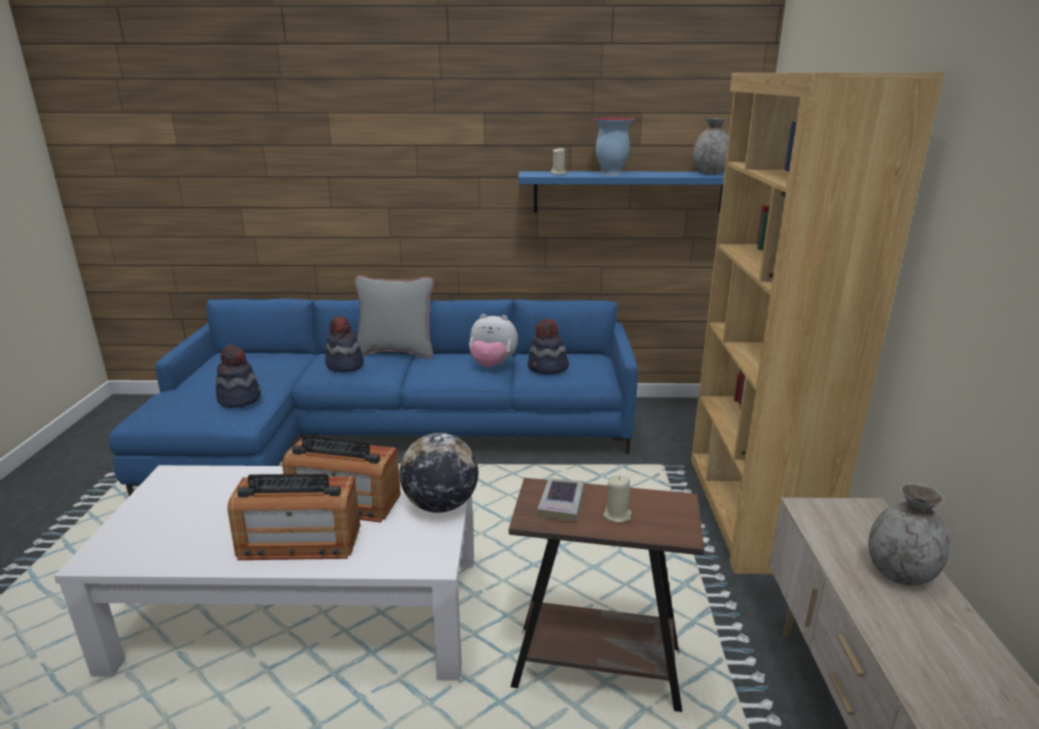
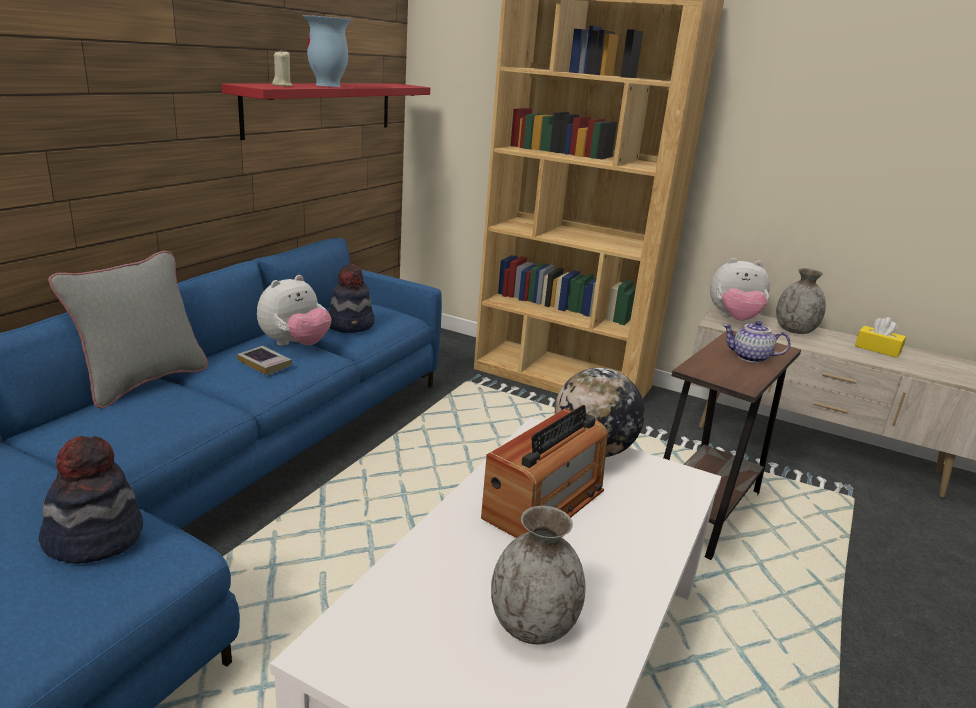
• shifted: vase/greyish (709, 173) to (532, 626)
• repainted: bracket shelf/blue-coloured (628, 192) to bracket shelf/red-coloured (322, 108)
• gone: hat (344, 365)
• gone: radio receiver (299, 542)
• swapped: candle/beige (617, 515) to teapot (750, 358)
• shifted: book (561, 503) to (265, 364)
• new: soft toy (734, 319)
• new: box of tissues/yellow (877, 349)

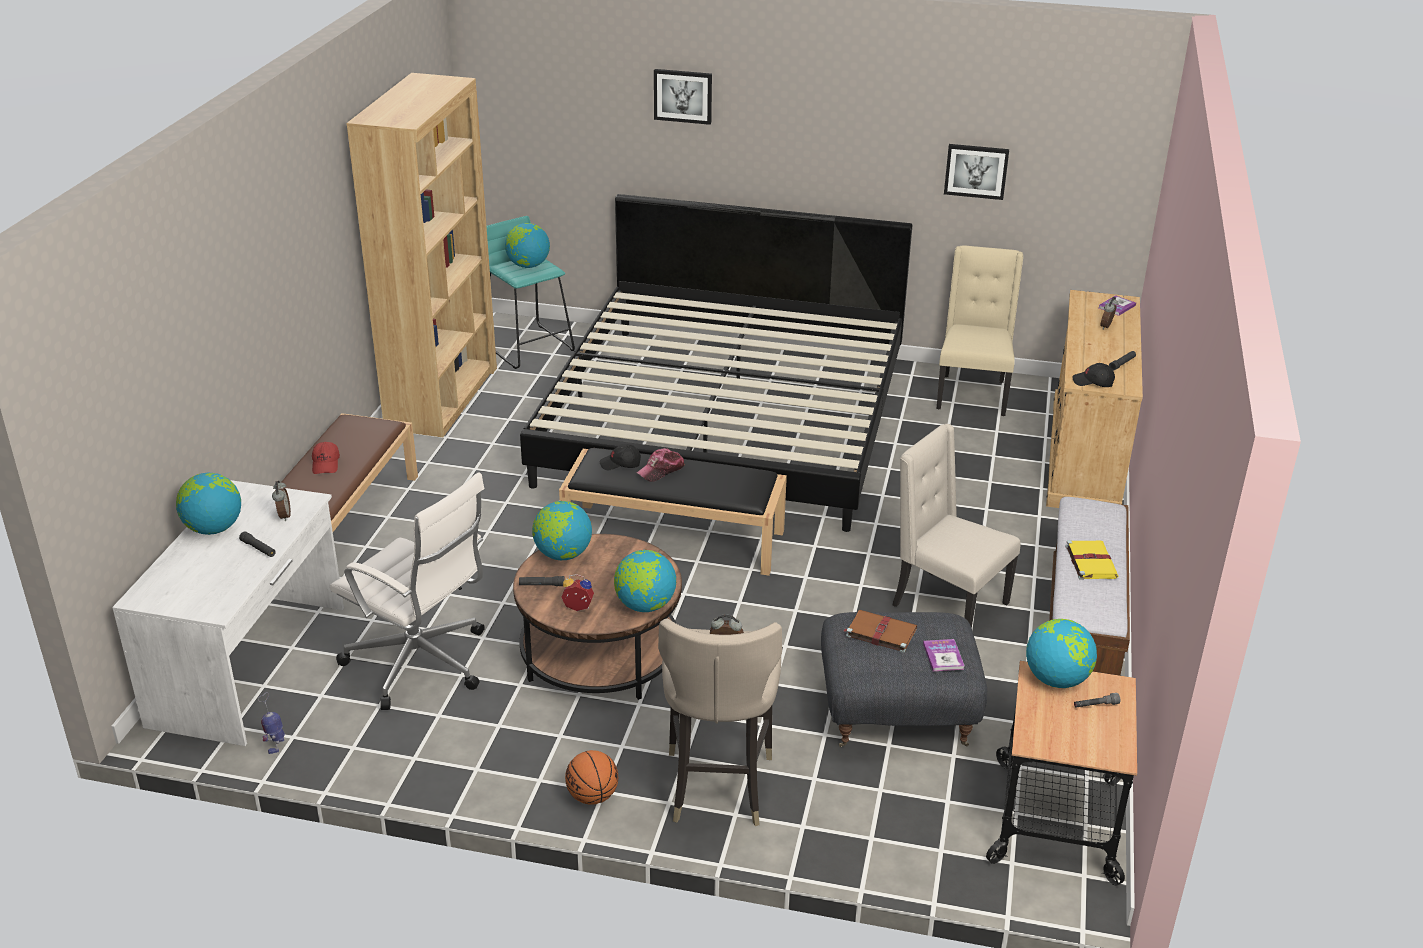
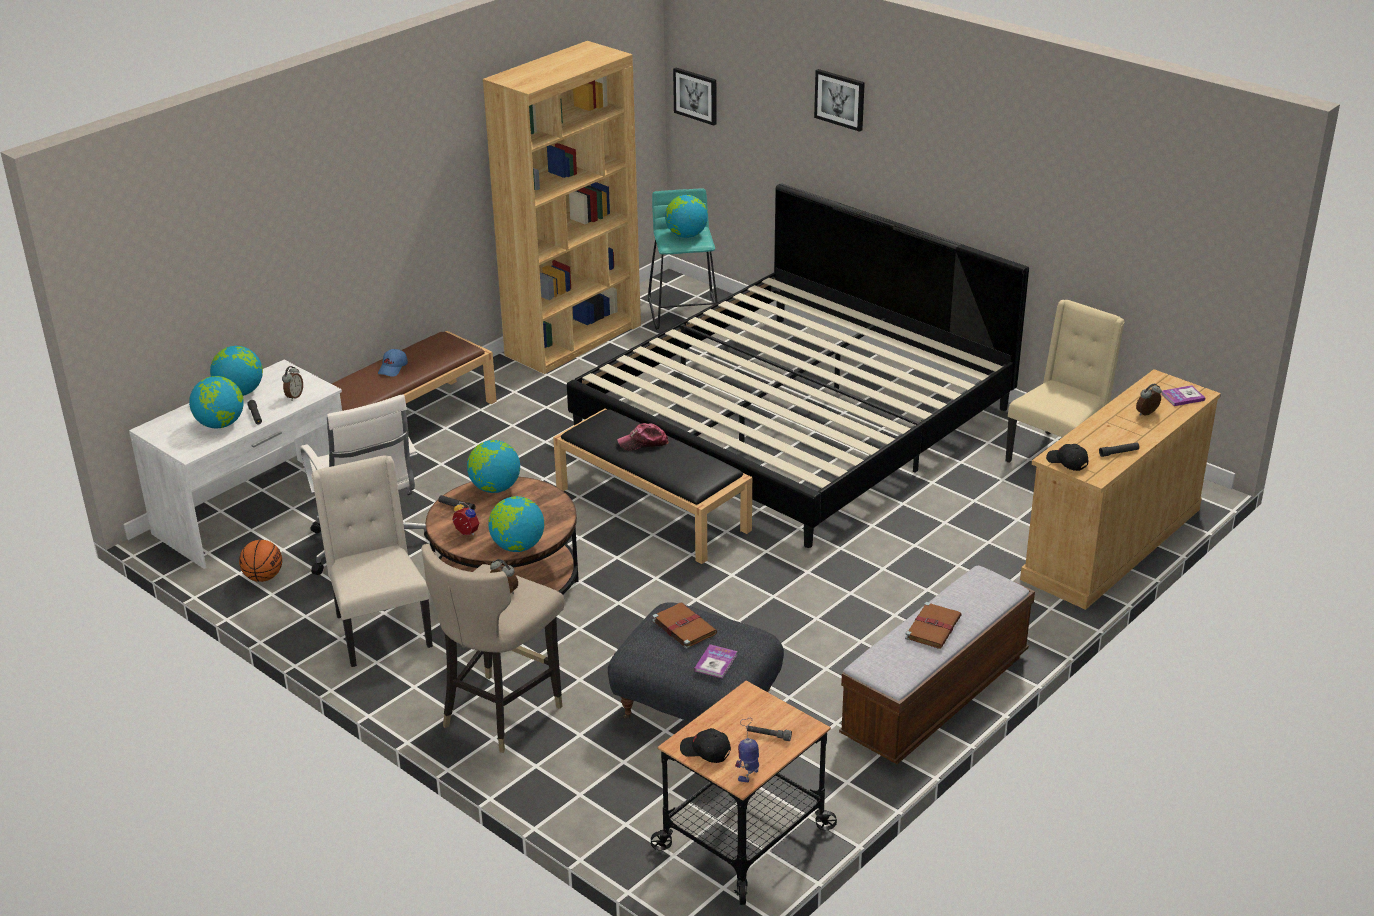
• shifted: wall picture (976, 171) to (696, 95)
• shifted: upright chair/beige (947, 605) to (381, 631)
• repainted: peaked cap/red-coloured (326, 464) to peaked cap/blue-coloured (393, 368)
• shifted: peaked cap/black-coloured (620, 464) to (705, 752)
• repainted: book/yellow (1090, 561) to book/brownish (933, 627)
• shifted: globe (1056, 679) to (221, 424)
• shifted: toy robot (276, 744) to (749, 773)
• shifted: ball for basketball (592, 796) to (263, 577)

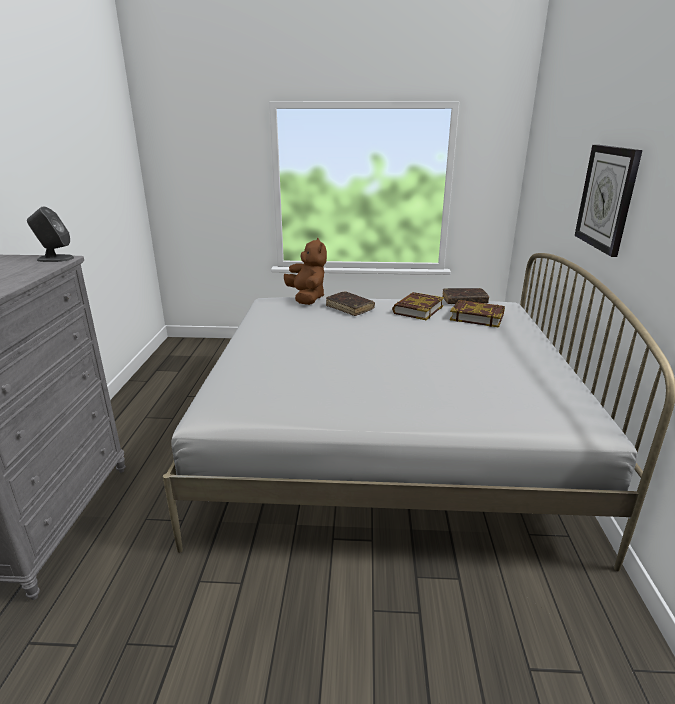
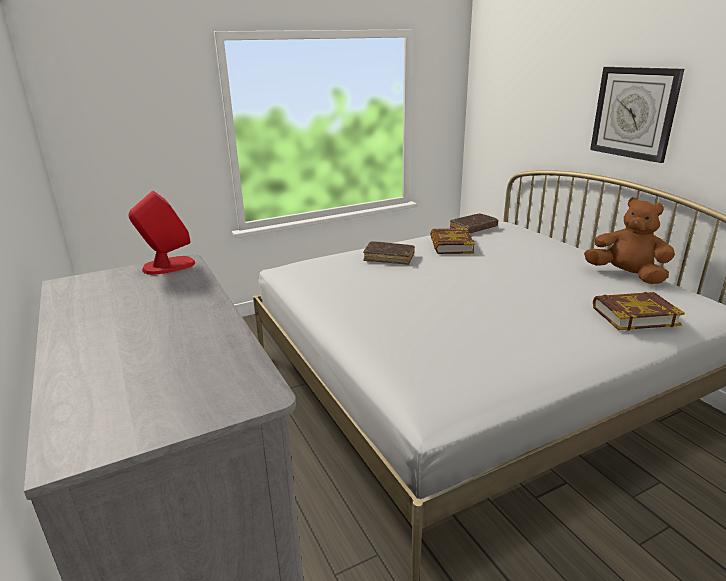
• repainted: loudspeaker/greyish (55, 258) to loudspeaker/red-coloured (168, 266)
• shifted: soft toy/brownish (307, 298) to (626, 275)
• shifted: book (477, 317) to (634, 315)

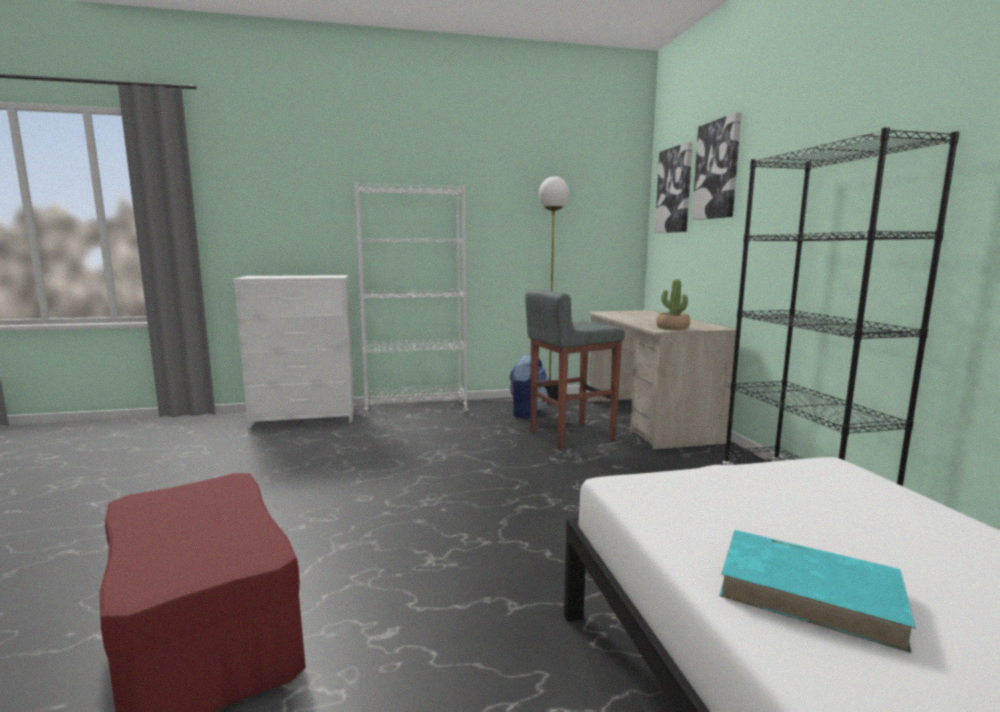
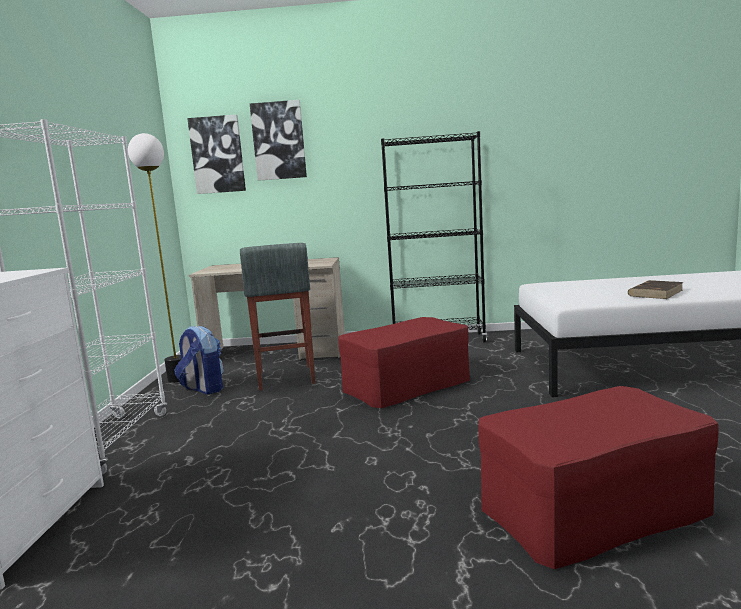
• gone: plant in a pot (672, 328)
• repainted: book/turquoise-coloured (811, 591) to book/brownish (655, 293)
• new: pouffe/red-coloured (406, 384)

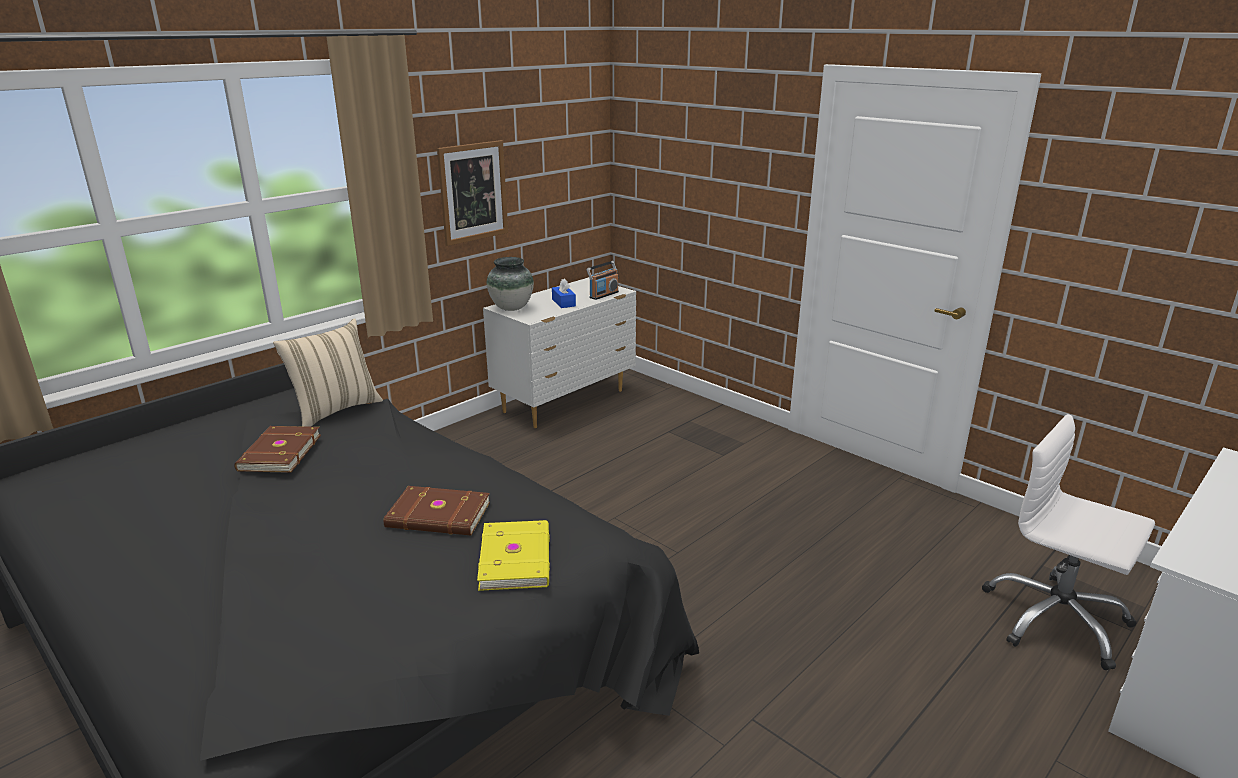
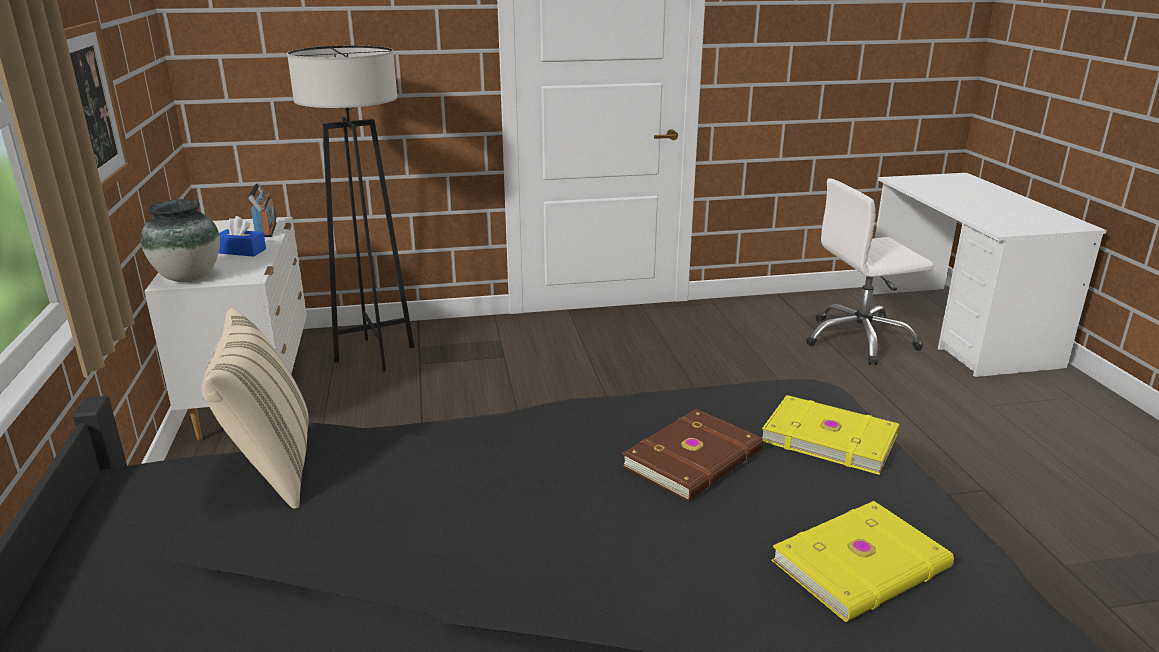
• gone: book/brownish (278, 453)
• new: standard lamp/greyish (375, 354)
• new: book/yellow (863, 566)

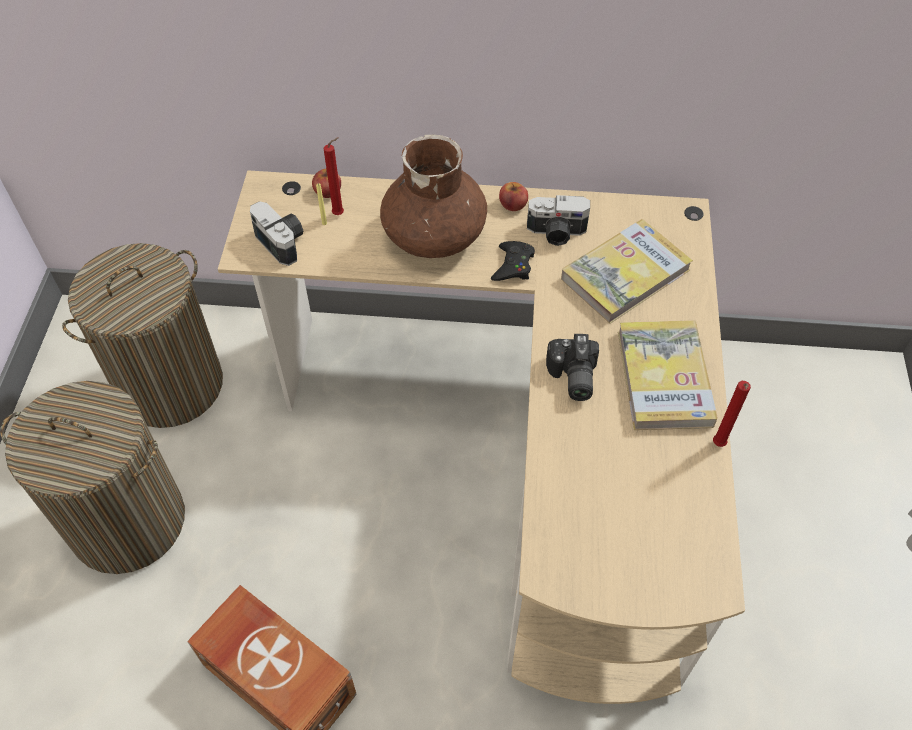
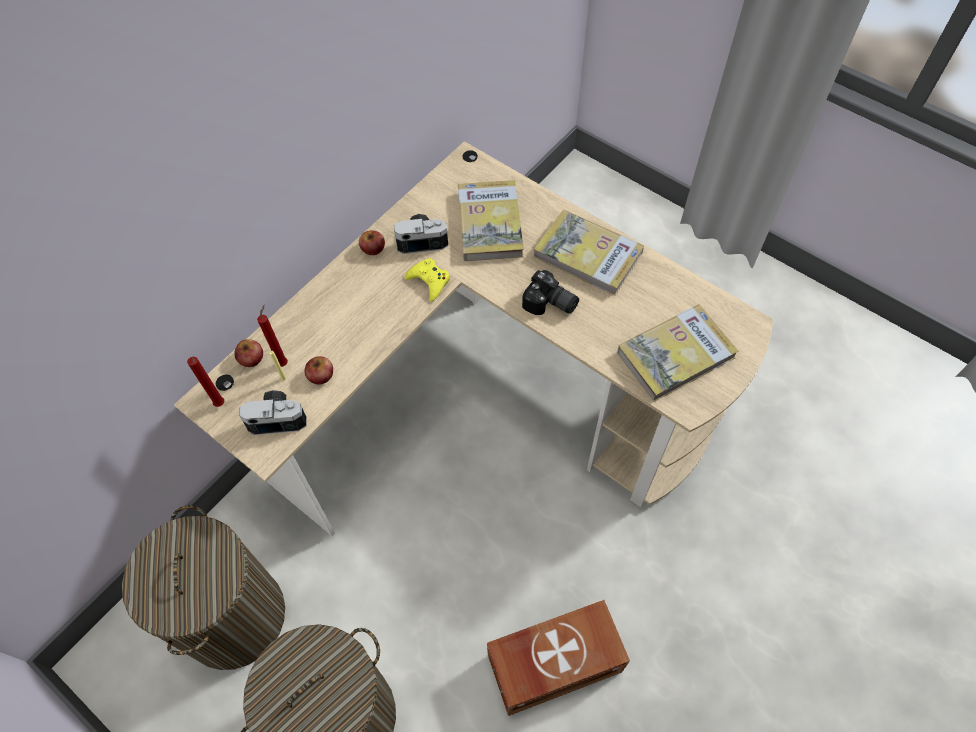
• gone: vase/brownish (435, 235)
• rotated: photo camera (556, 233) = (422, 239) 135 degrees counterclockwise
• repainted: game controller/black-coloured (513, 265) to game controller/yellow (429, 281)
• shifted: candle/red-coloured (718, 445) to (221, 405)
• new: book (675, 355)
• new: whole apple (320, 375)

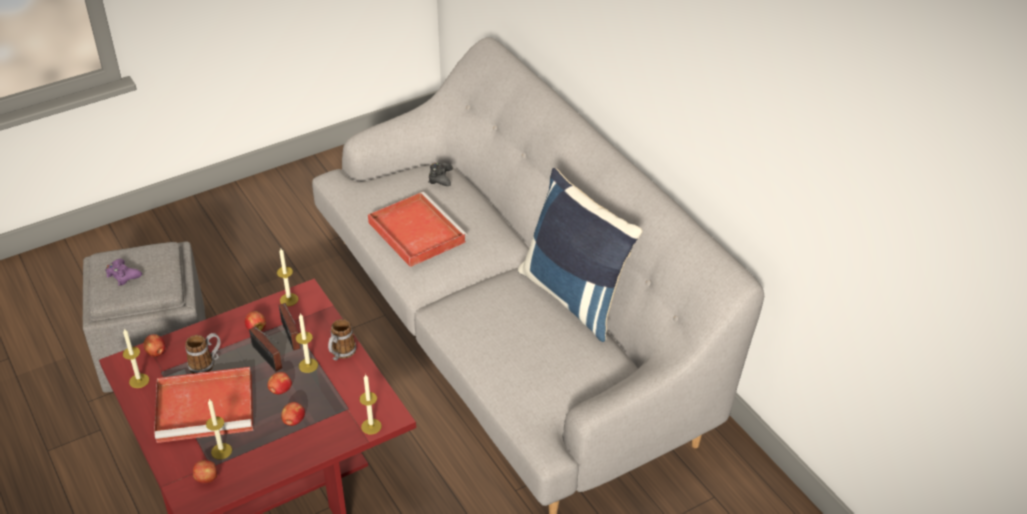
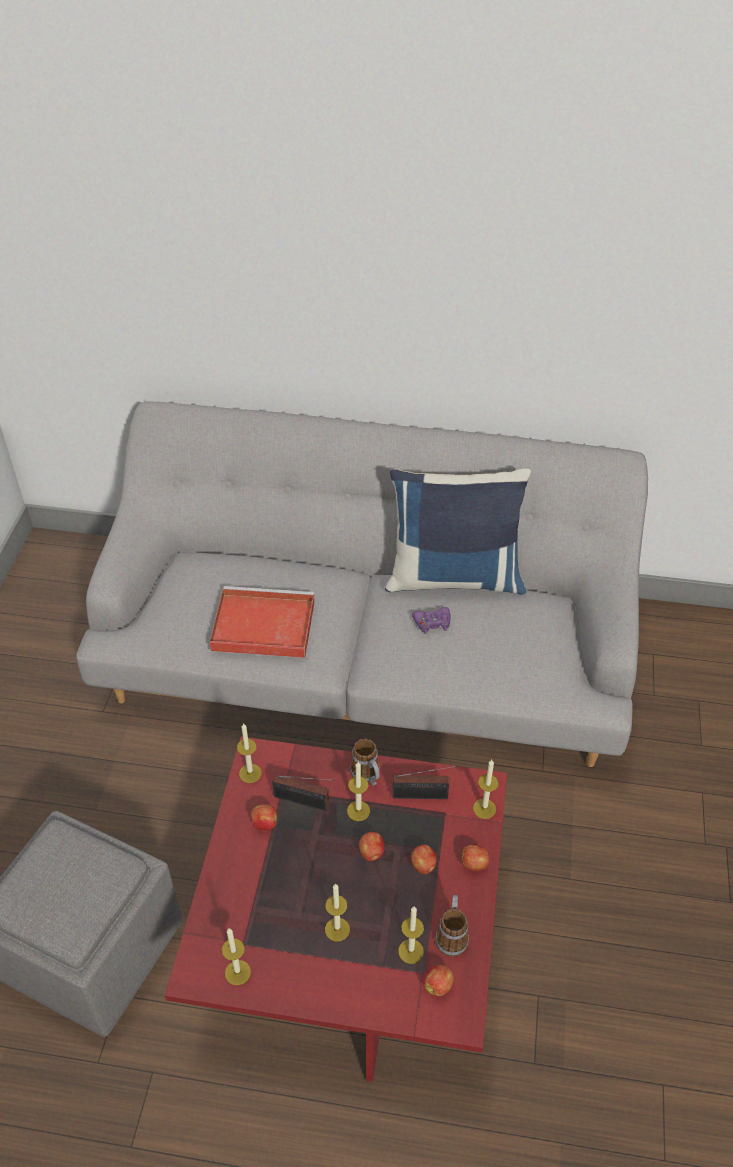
• gone: game controller/black-coloured (440, 178)
• shifted: game controller/purplish (123, 275) to (432, 623)
• shifted: radio receiver (268, 358) to (423, 795)
• shifted: tea mug (206, 364) to (451, 934)
• shifted: whole apple (156, 353) to (474, 864)
• swapped: carrying tray/red-coloured (207, 407) to candle (337, 929)

